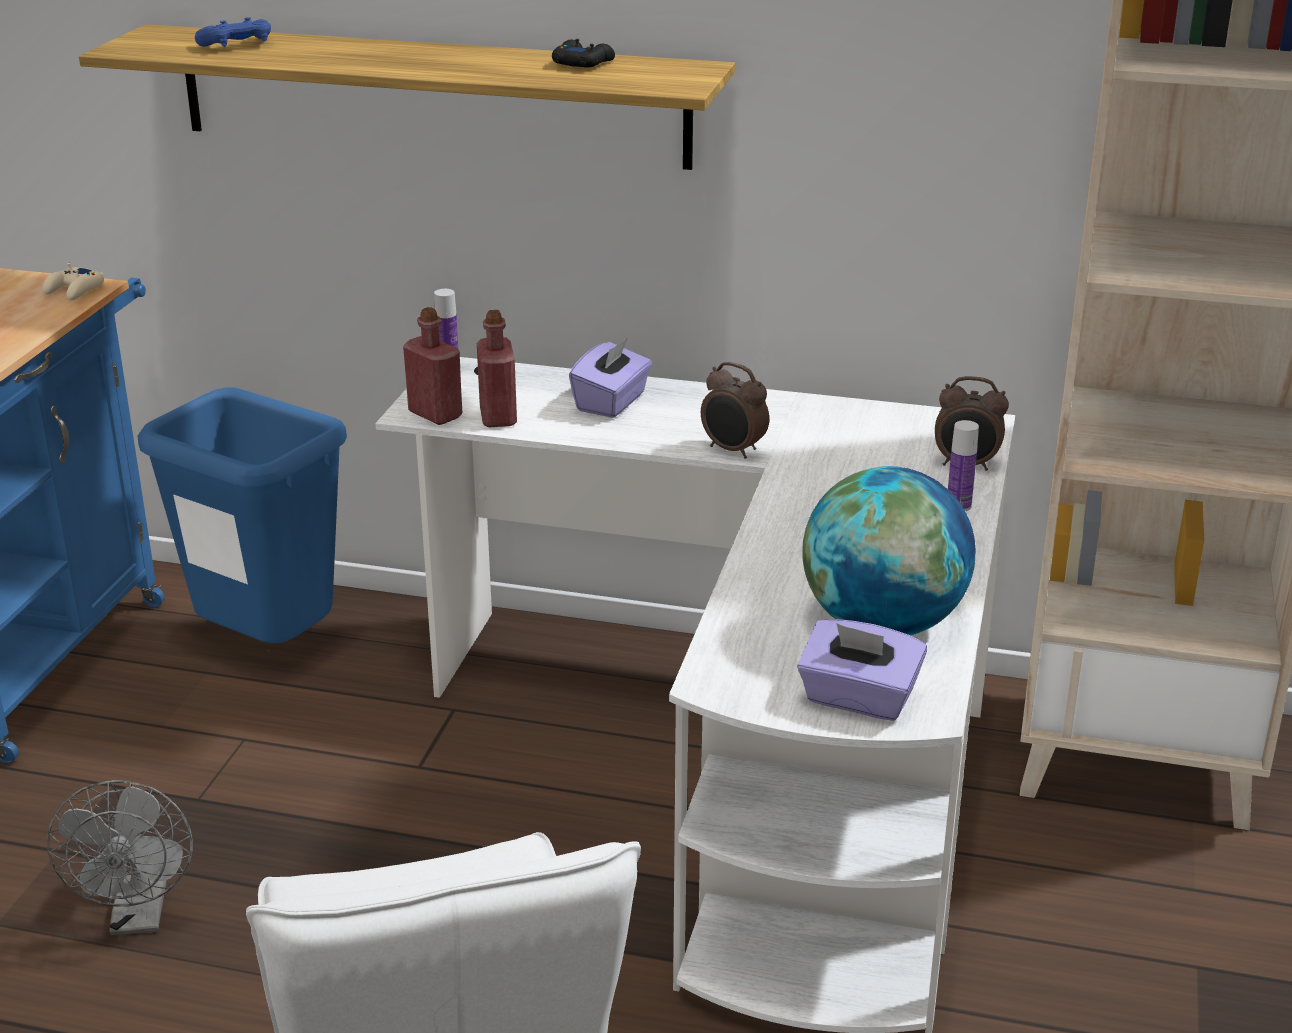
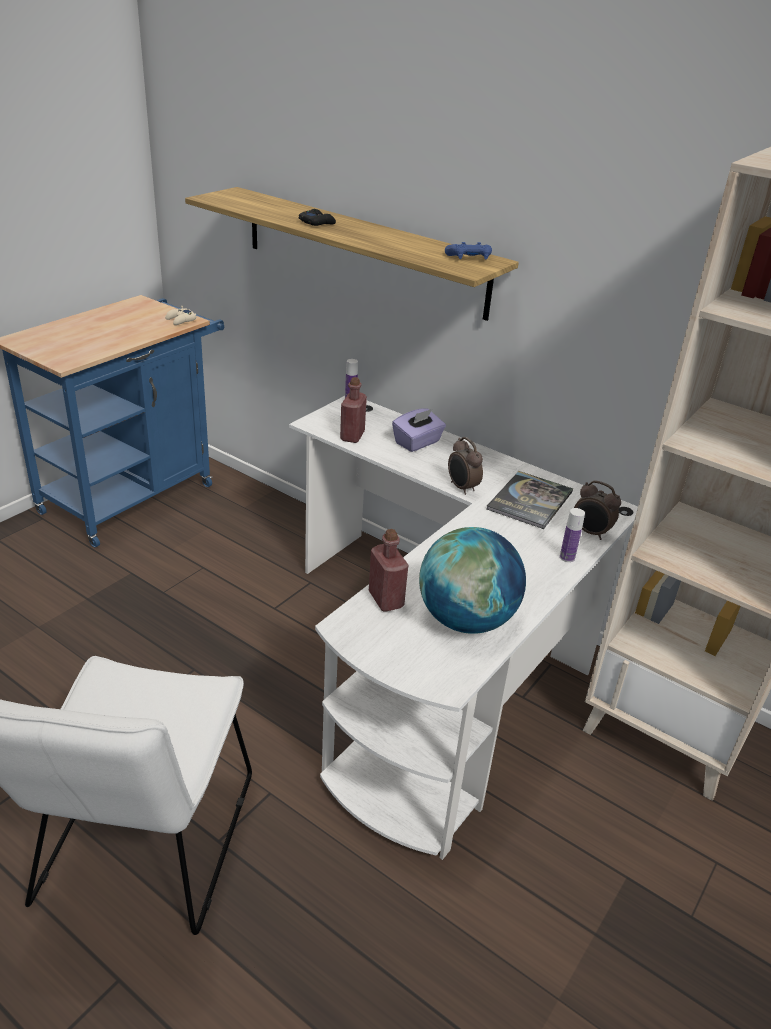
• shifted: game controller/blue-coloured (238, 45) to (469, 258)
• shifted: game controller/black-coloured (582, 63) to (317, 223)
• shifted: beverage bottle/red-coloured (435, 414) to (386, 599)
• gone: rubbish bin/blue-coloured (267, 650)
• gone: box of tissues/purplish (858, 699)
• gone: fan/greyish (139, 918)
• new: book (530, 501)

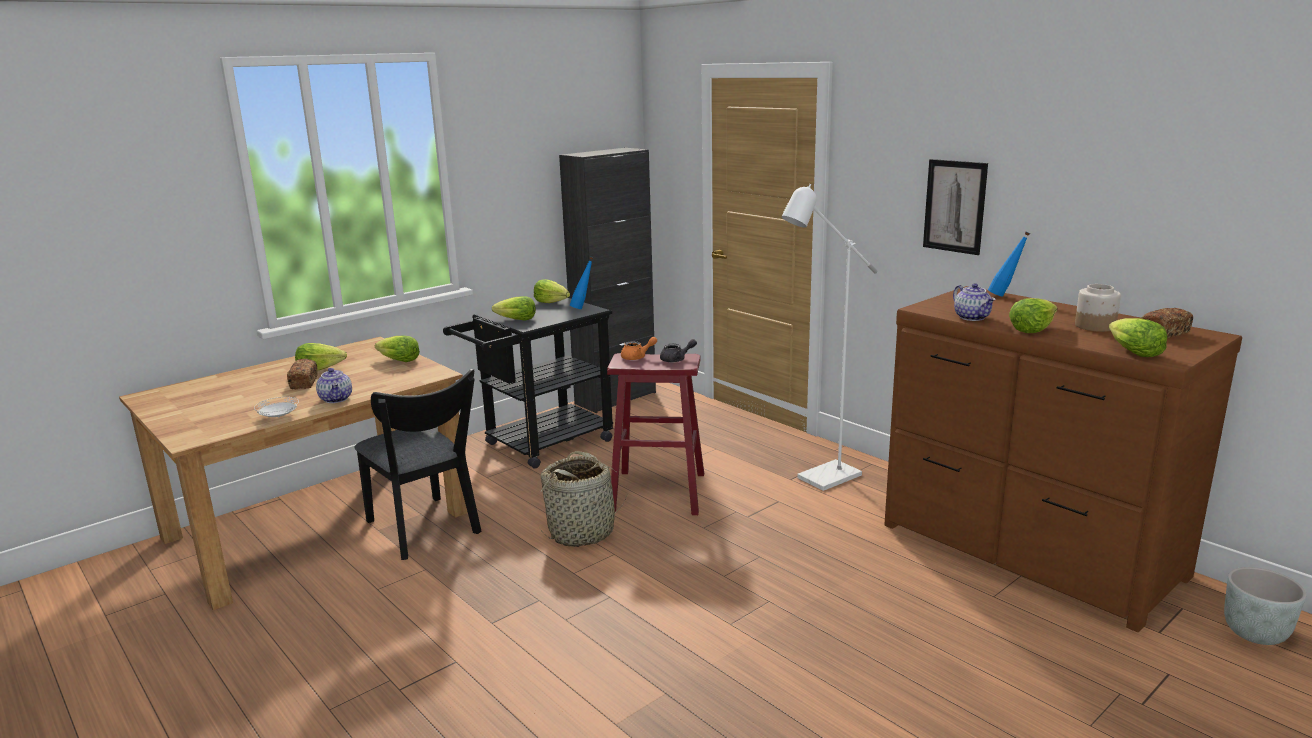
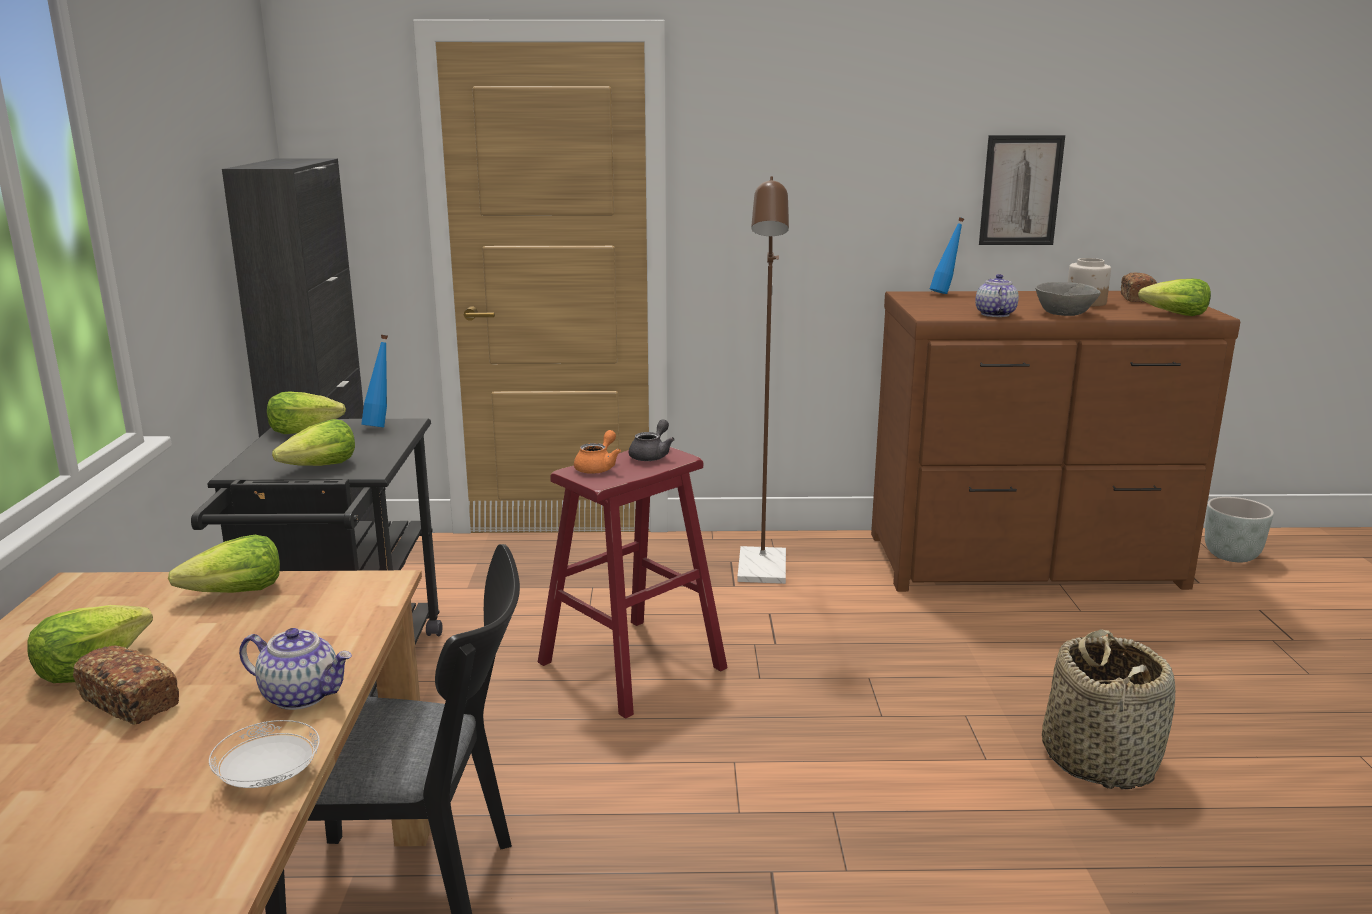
• shifted: wall picture (954, 206) to (1020, 190)
• repainted: standard lamp/white-coloured (821, 480) to standard lamp/brownish (762, 573)
• rotated: teapot (972, 317) = (994, 314) 105 degrees counterclockwise
• swapped: lettuce (1031, 329) to deep dish/greyish (1063, 314)
• shifted: storage basket (582, 532) to (1099, 759)

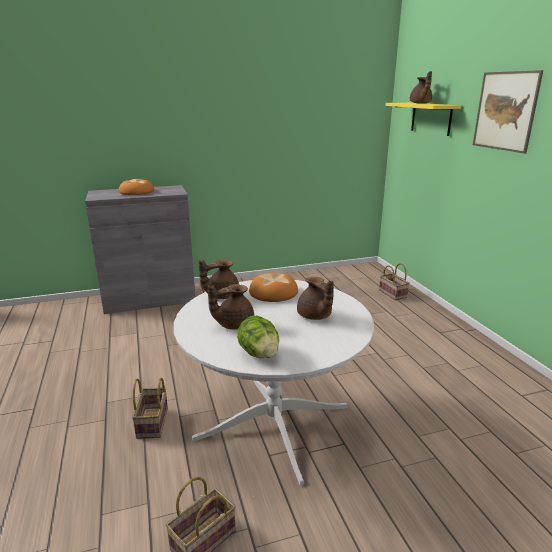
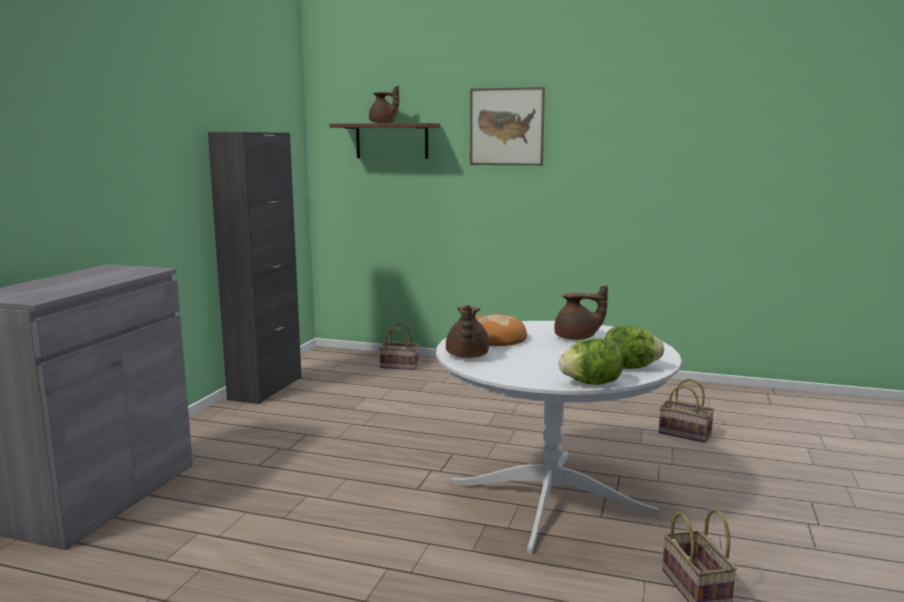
• repainted: bracket shelf/yellow (431, 118) to bracket shelf/brownish (392, 141)
• gone: bread (137, 192)
• gone: teapot/brownish (233, 324)
• shifted: storage basket (153, 423) to (686, 434)
• new: cabinet/black-coloured (265, 388)
• new: lettuce (591, 383)

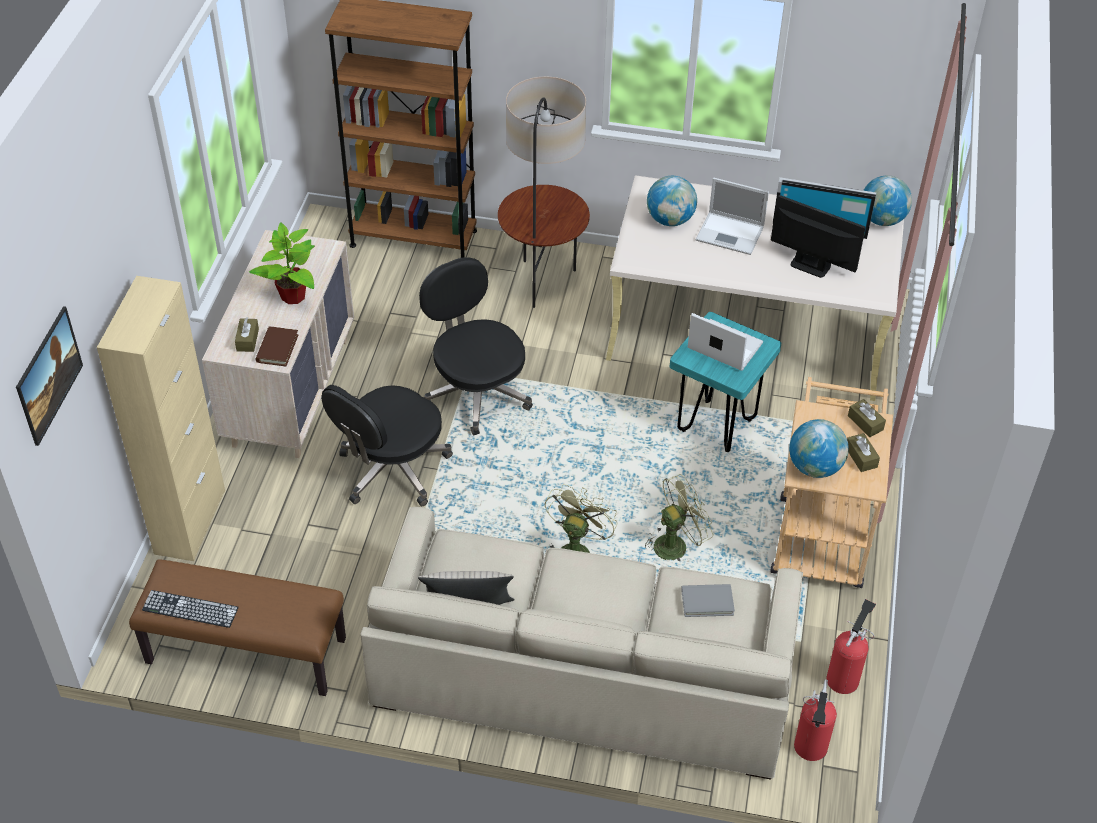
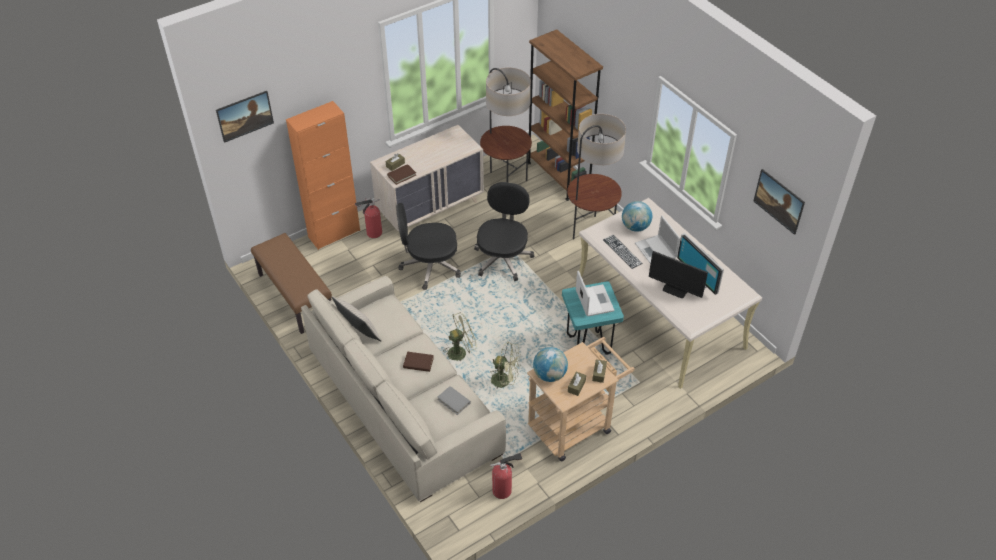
• gone: globe (882, 220)
• rotated: computer screen (810, 265) = (675, 289) 135 degrees clockwise
• gone: plant in a pot (293, 296)
• repainted: cabinet/beige (190, 522) to cabinet/orange (334, 233)
• shifted: computer keyboard (190, 609) to (622, 251)
• shifted: fire-fighting cylinder (810, 749) to (372, 233)
• new: standard lamp (505, 181)
• new: wall picture (776, 209)
• new: book/brownish (418, 363)

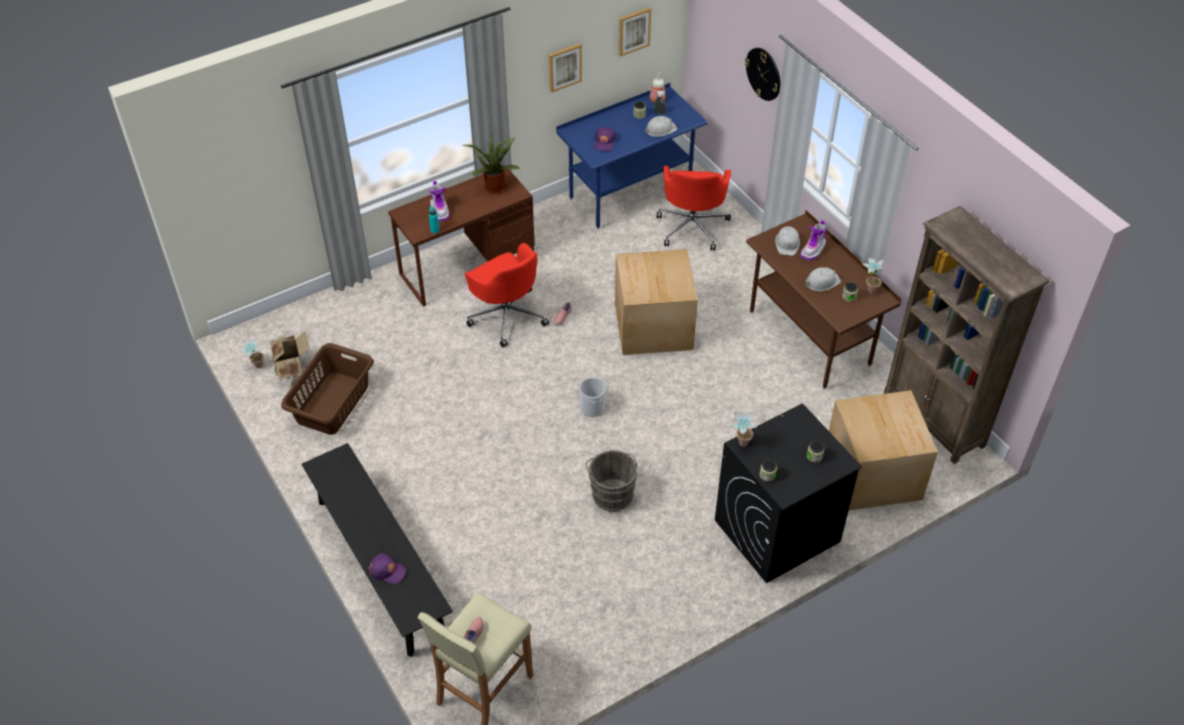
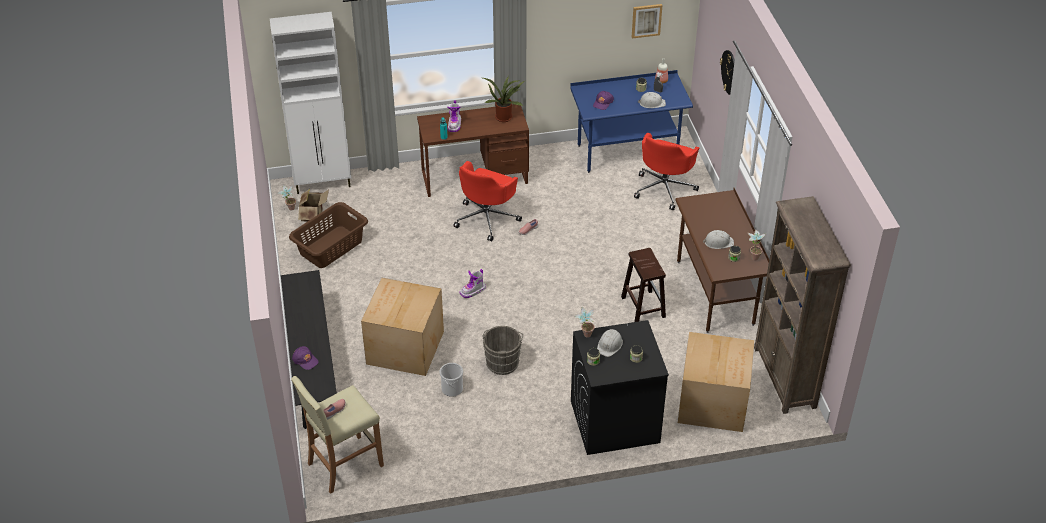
• gone: wall picture (564, 67)
• shifted: tall boot (813, 250) to (473, 291)
• shifted: safety helmet/white-coloured (787, 243) to (610, 345)
• rotated: office chair/red-coloured (507, 315) = (487, 218) 45 degrees clockwise
• shifted: carton (652, 327) to (404, 348)
• shifted: bucket (592, 407) to (452, 389)
• new: cabinet/white-coloured (323, 183)
• new: stool/brownish (642, 306)

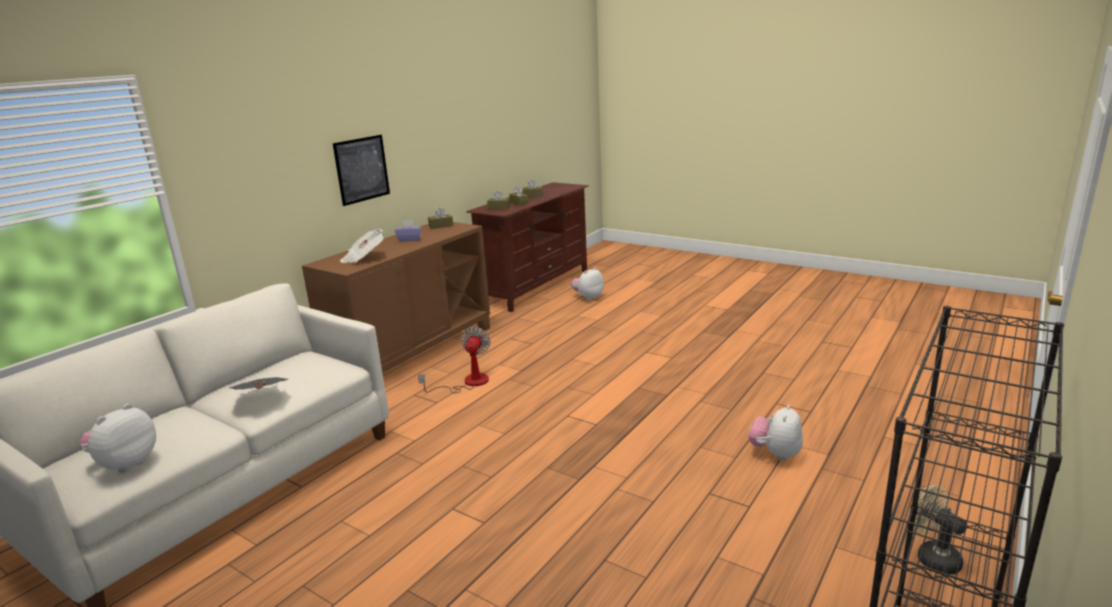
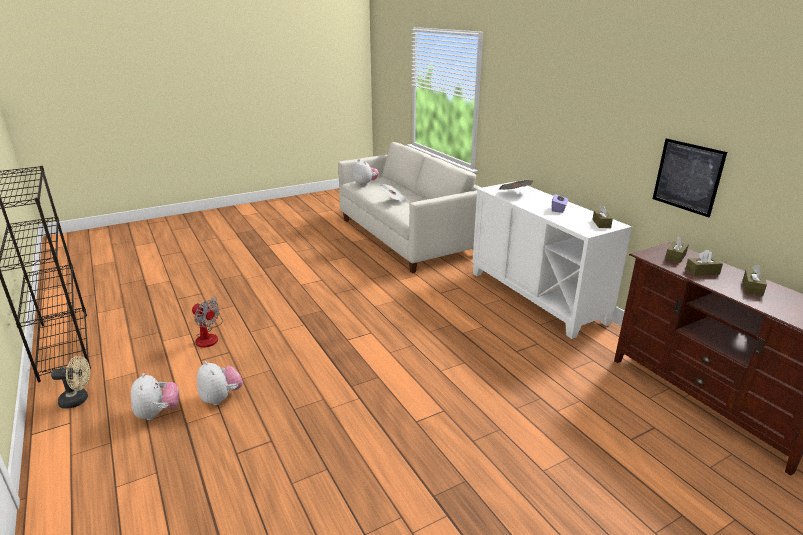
• shifted: wall picture (362, 169) to (687, 176)
• repainted: cabinet/brownish (413, 352) to cabinet/white-coloured (536, 296)
• shifted: soft toy (588, 297) to (158, 413)
• shifted: fan (467, 383) to (209, 336)

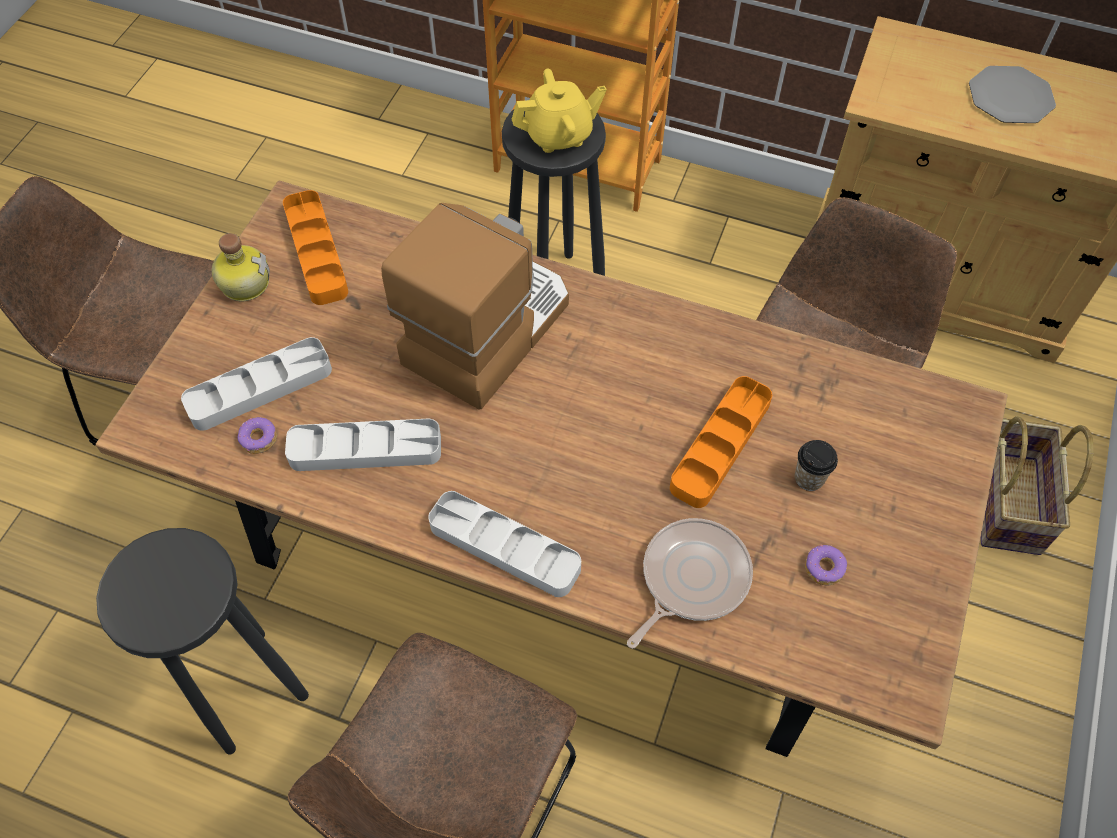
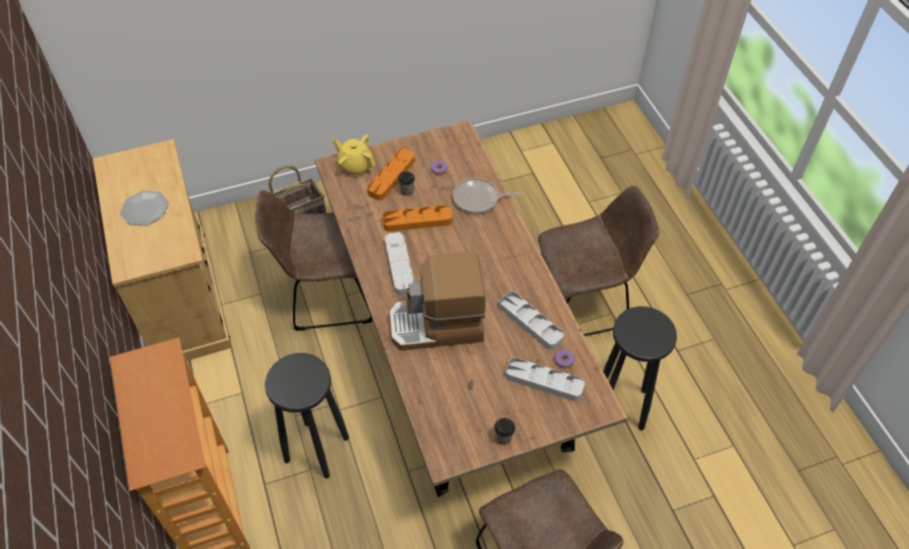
• shifted: teapot/yellow (559, 135) to (355, 165)
• shifted: carrying tray/orange (316, 252) to (391, 177)
• swapped: beverage bottle (244, 282) to drinking cup (503, 437)
• shifted: carrying tray/greyish (504, 547) to (399, 265)

